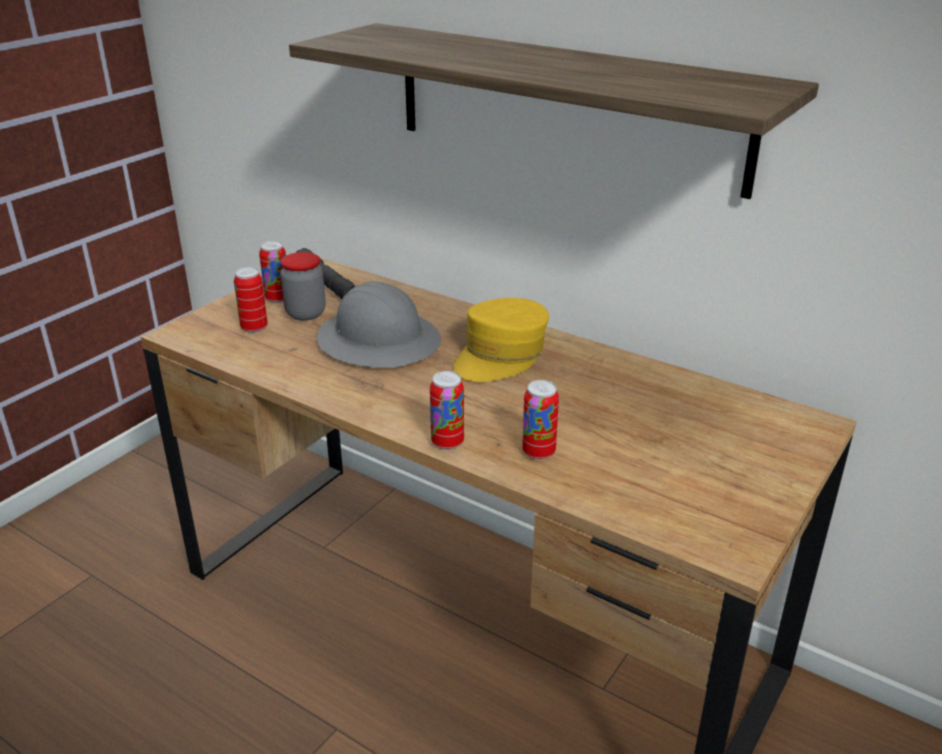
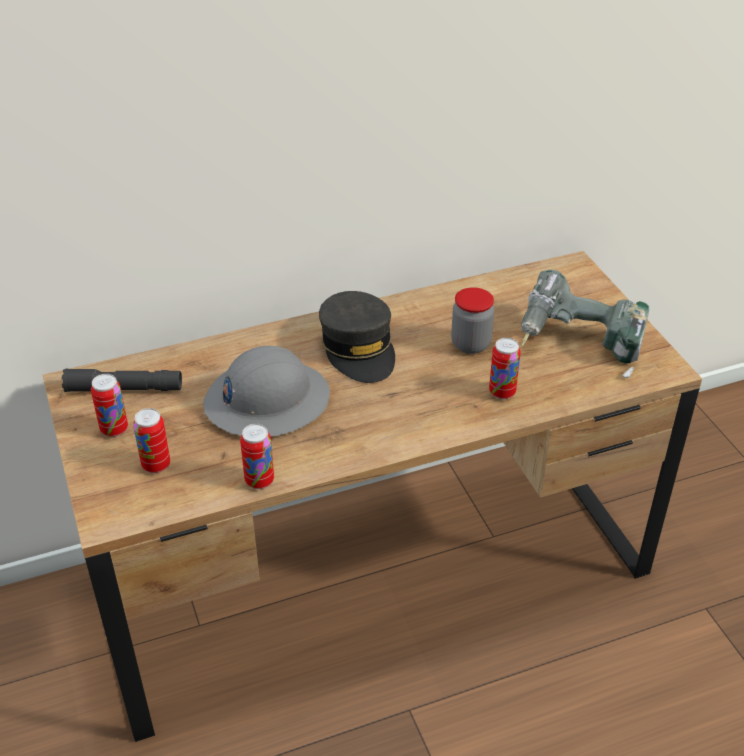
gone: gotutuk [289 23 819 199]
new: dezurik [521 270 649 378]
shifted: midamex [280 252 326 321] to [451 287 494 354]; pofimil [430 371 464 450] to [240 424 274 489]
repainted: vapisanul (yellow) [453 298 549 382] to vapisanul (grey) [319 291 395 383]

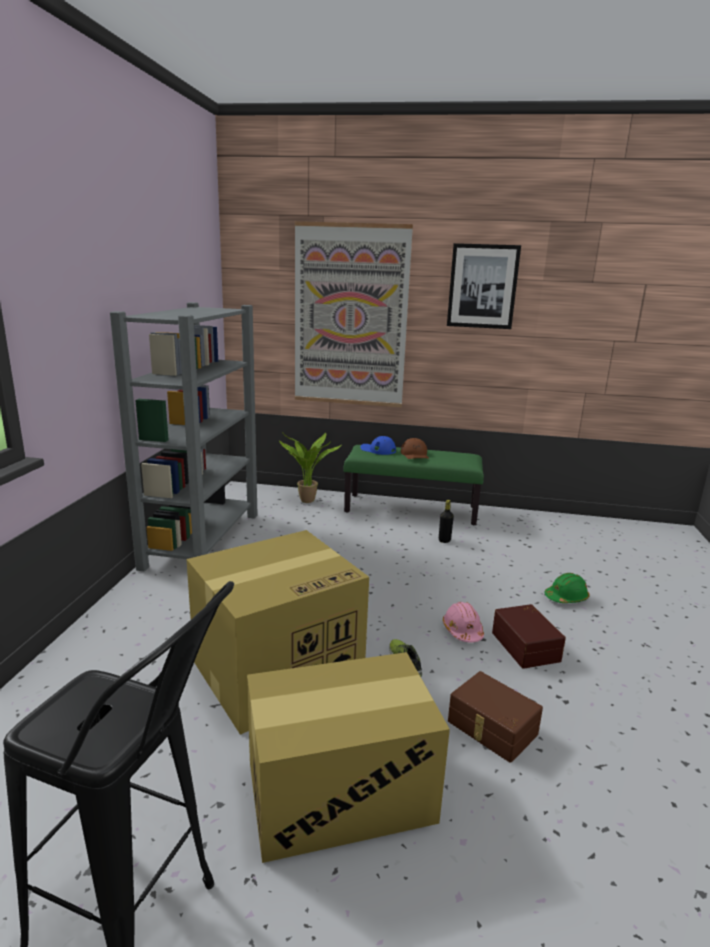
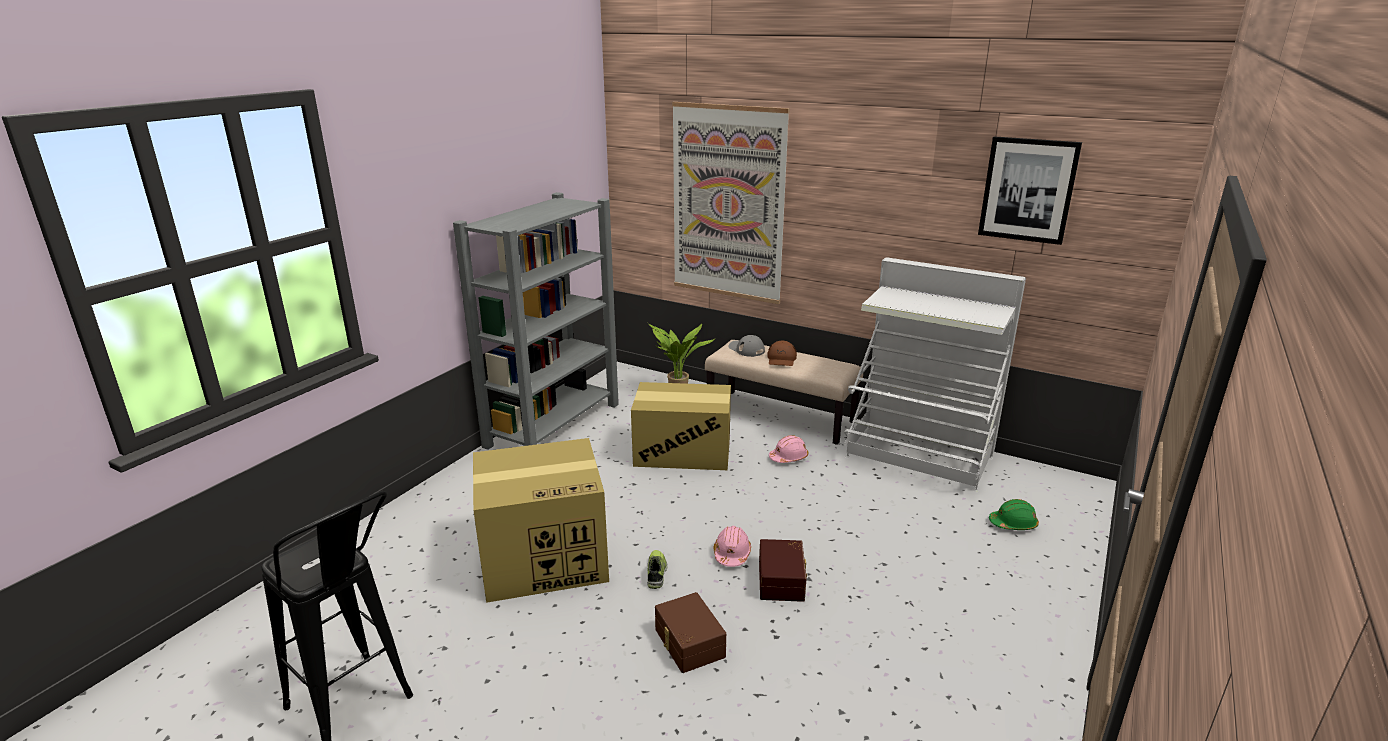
new: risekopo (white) [844 257 1026 492]
shifted: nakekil [247 652 450 863] to [631 382 731 470]; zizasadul [447 243 521 329] to [978 136 1082 245]; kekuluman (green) [544 573 590 603] to [989 499 1039 530]
swapped: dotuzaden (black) [439 500 454 543] to kekuluman (pink) [769 435 809 463]
repainted: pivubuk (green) [344 445 484 525] to pivubuk (beige) [705 340 863 445]; vapisanul (blue) [360 436 396 455] to vapisanul (grey) [728 335 765 357]

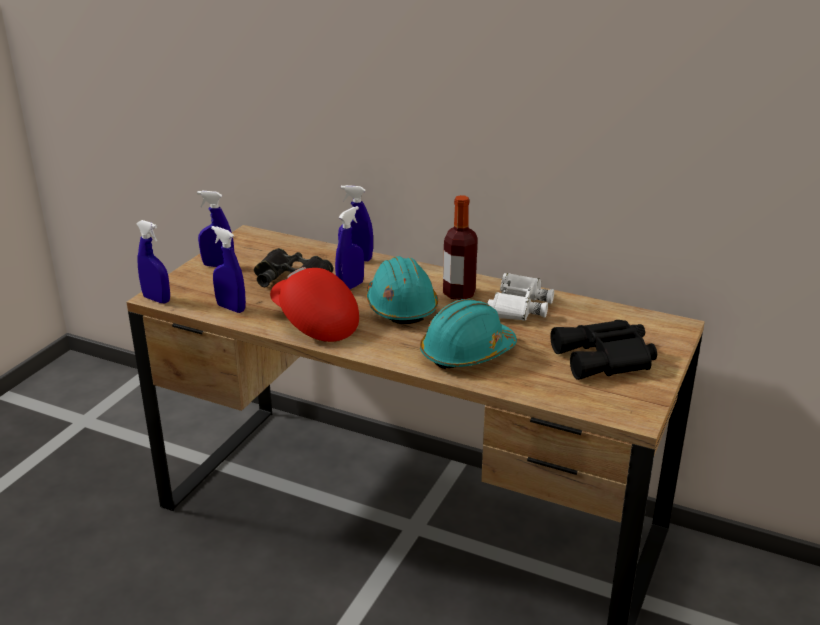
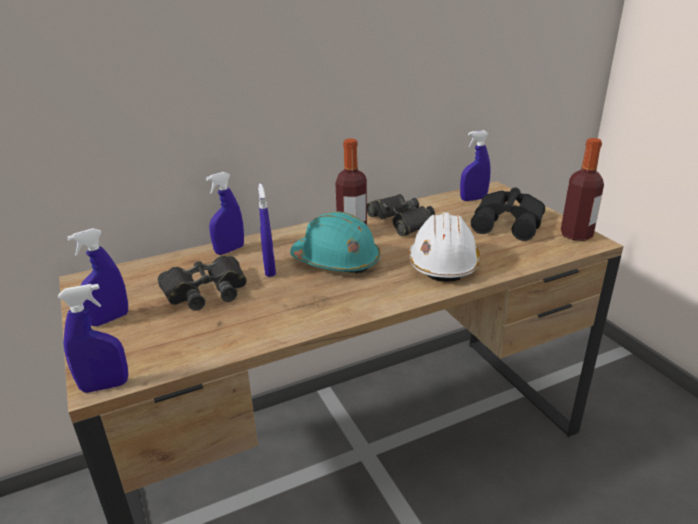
gone: vapisanul (red) [270 267 359 342]
new: dotuzaden [561 138 604 241]
shifted: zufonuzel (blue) [211 226 246 313] to [460 130 491 201]
repainted: kekuluman (turquoise) [420 299 517 369] to kekuluman (white) [409 212 480 282]; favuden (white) [487 273 554 321] to favuden (black) [367 194 435 236]

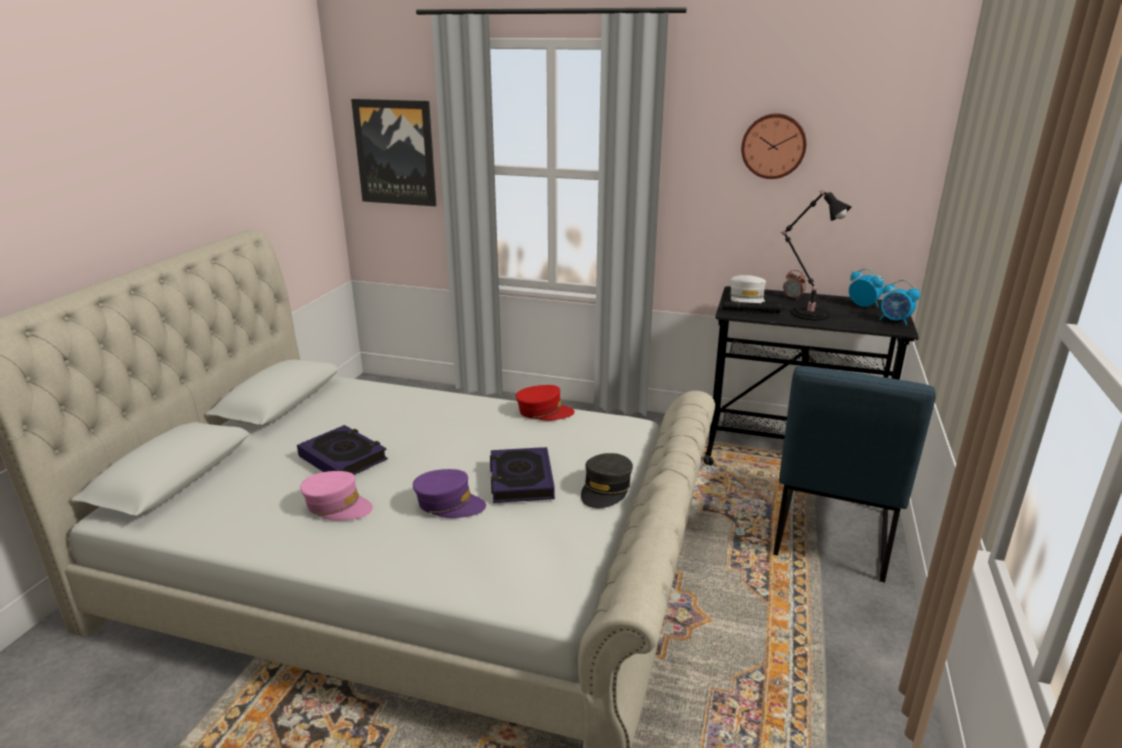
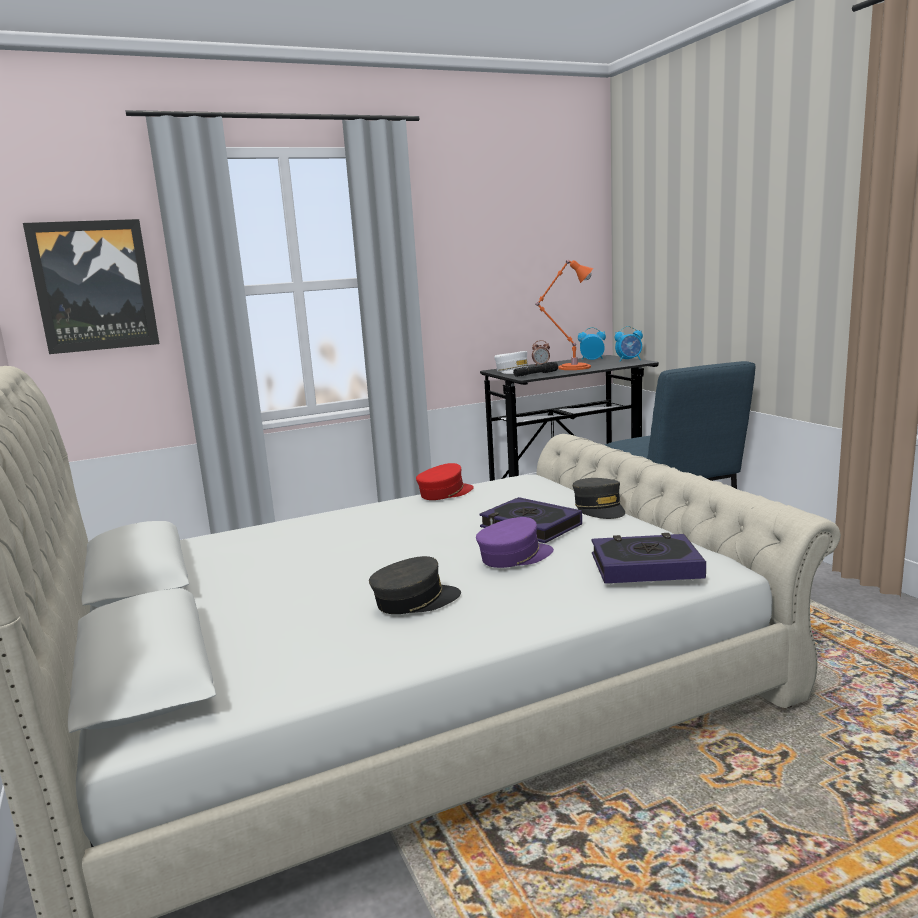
gone: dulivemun [741 113 806 179]
shifted: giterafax [297 425 388 475] to [592 533 706 583]
repainted: vapisanul (pink) [300 471 373 521] to vapisanul (grey) [369 556 461 614]; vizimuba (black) [782 190 851 321] to vizimuba (orange) [536 260 593 370]

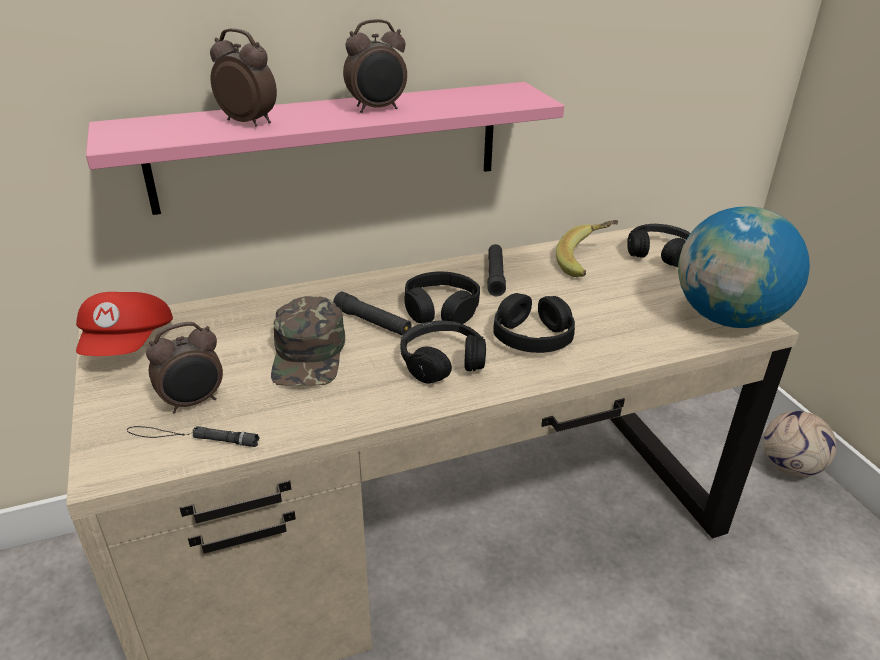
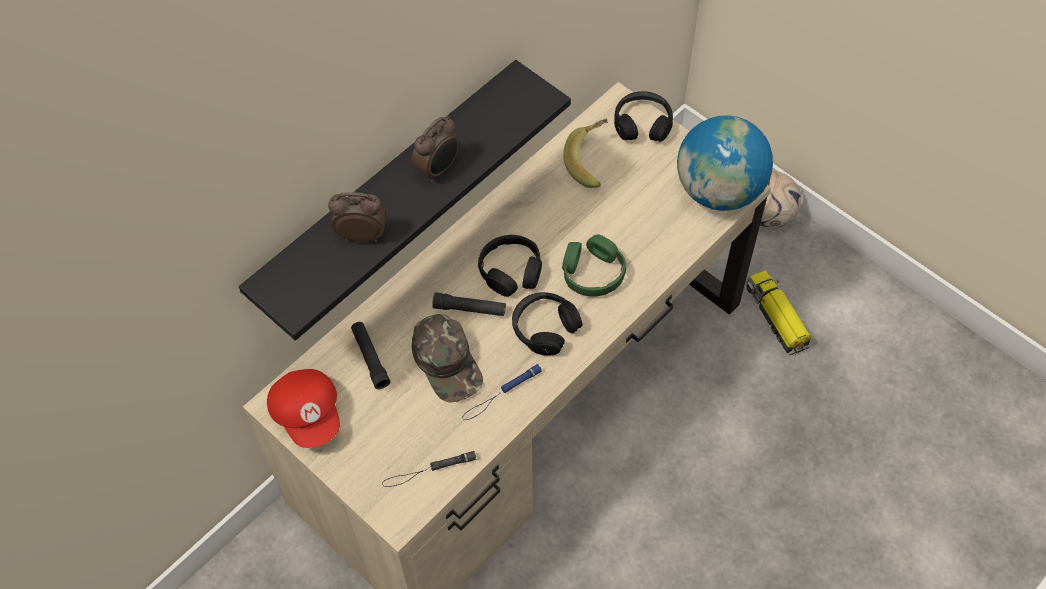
gone: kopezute [146 322 223 413]
new: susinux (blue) [462 364 542 420]; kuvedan [746 270 811 356]
shifted: susinux (black) [487 244 506 296] to [351 322 390 389]
repainted: gotutuk (pink) [86 82 564 215] to gotutuk (black) [239 60 571 341]; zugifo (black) [493 293 575 353] to zugifo (green) [562 234 626 297]

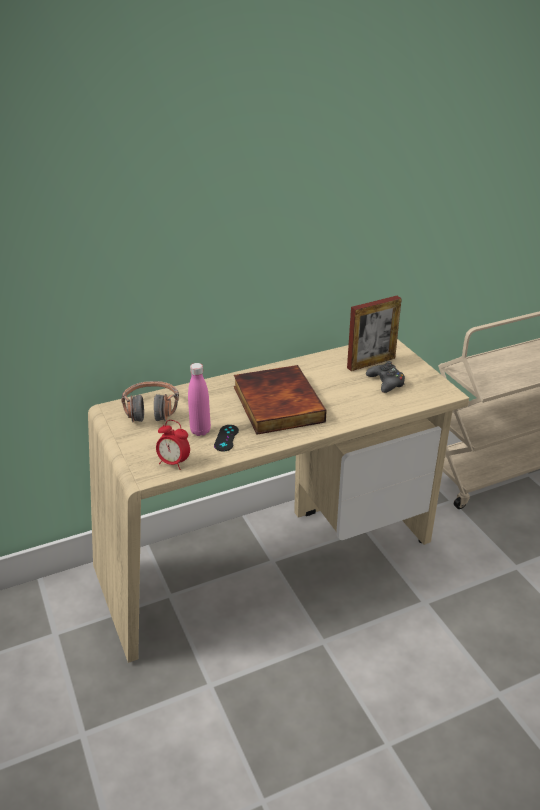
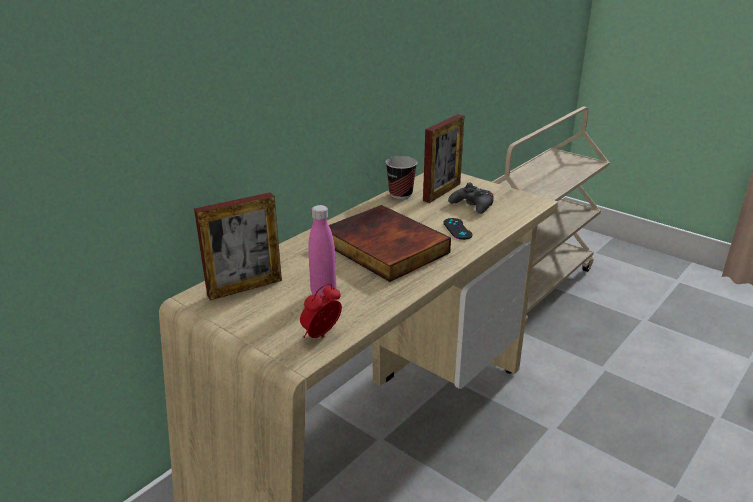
new: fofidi [385 156 417 199]
shifted: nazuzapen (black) [214 425 239 452] to [443 218 473 240]
swapped: zugifo [121 381 179 423] to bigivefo [194 192 282 300]
rotated: kopezute [156 420 190 470] = [300 283 342 338] 135 degrees clockwise

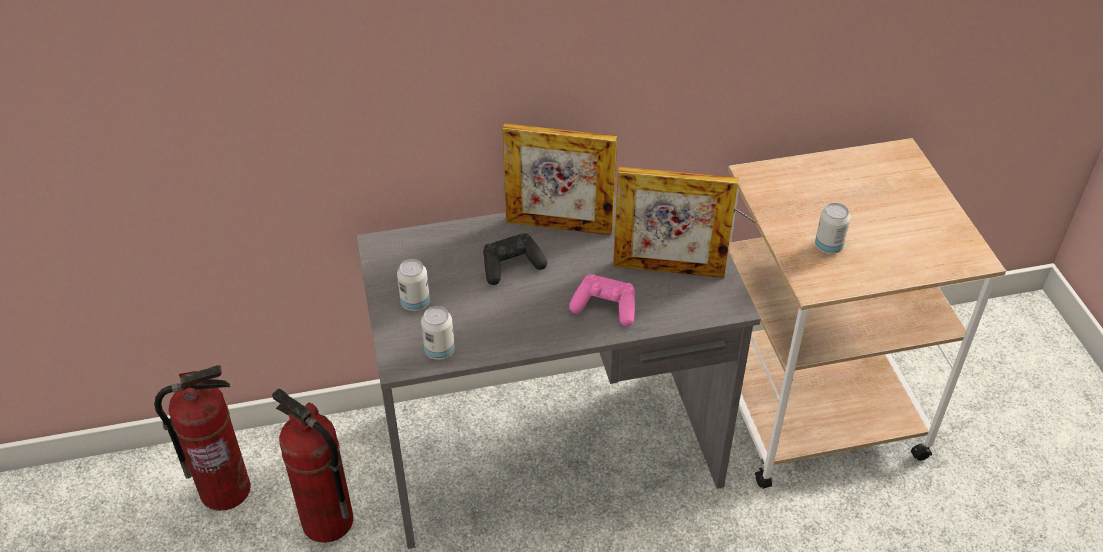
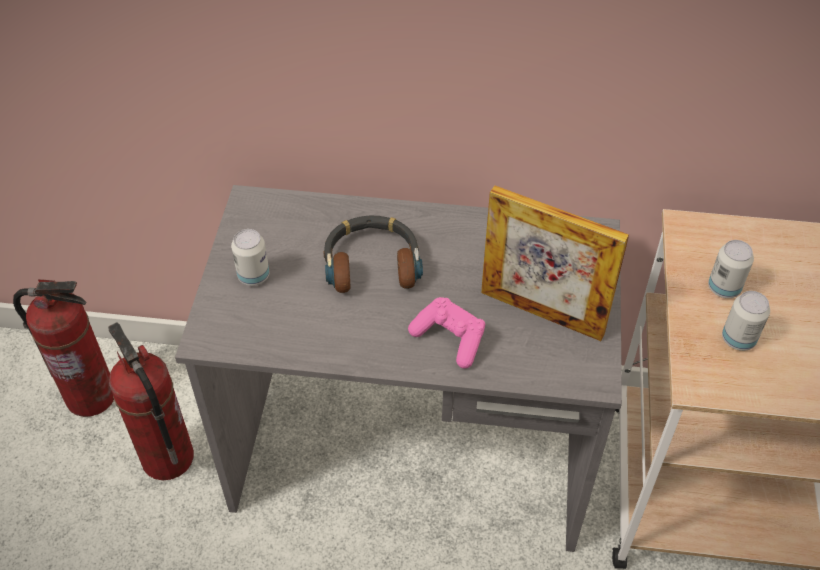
gone: bigivefo [503 123 617 235]
shifted: pofimil [421 306 455 360] to [708 240 754 298]
swapped: nazuzapen (black) [483 233 547 285] to zugifo [324 215 423 293]

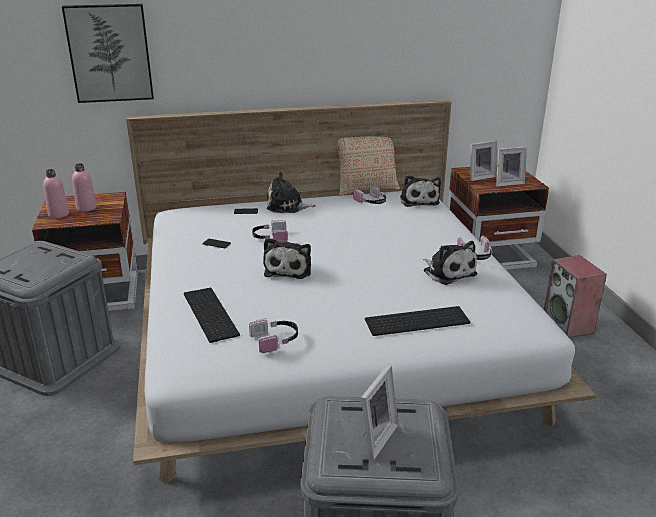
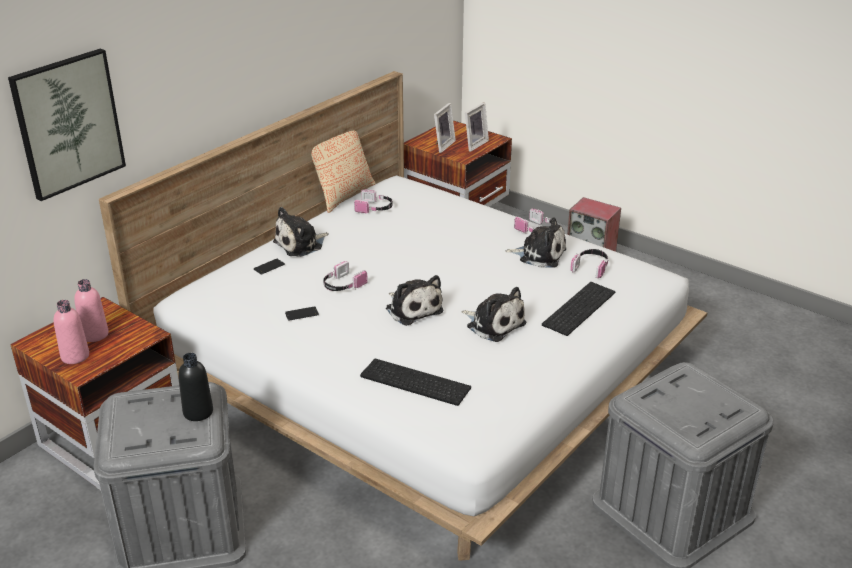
gone: bigivefo [361 364 398 461]
new: dotuzaden (black) [178 353 213 421]
shifted: zugifo [249 318 298 353] to [570 249 609 278]; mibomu [400 175 441 207] to [461 287 526 342]

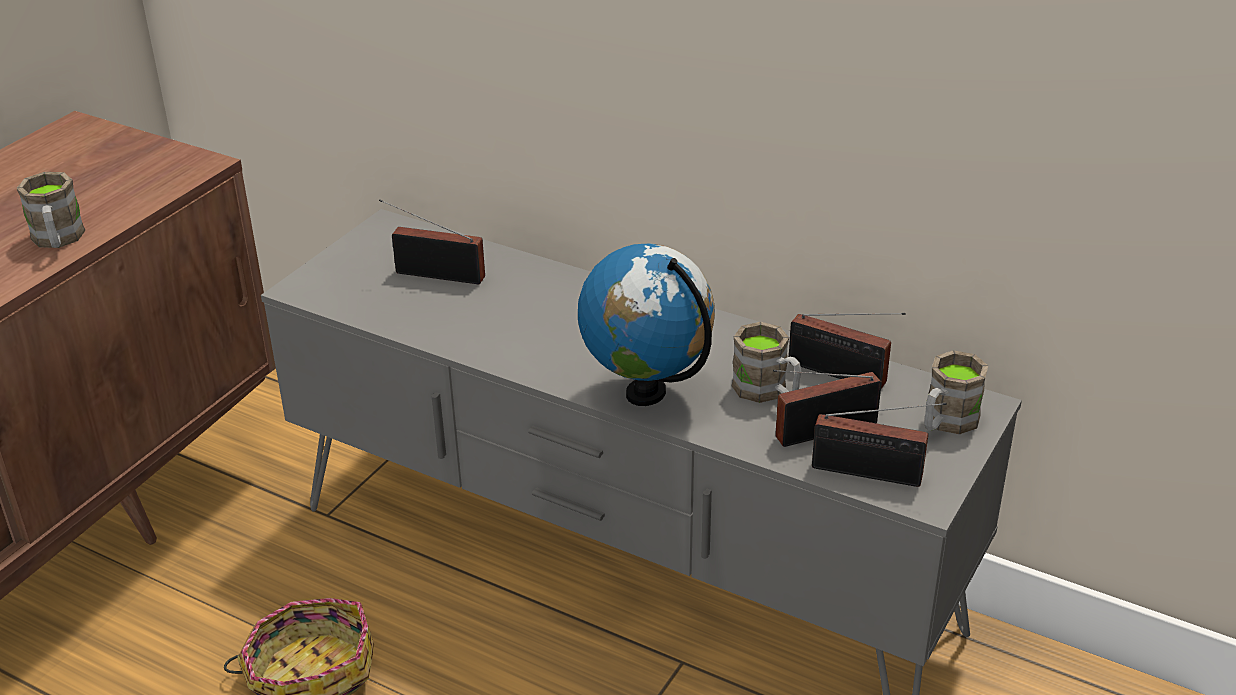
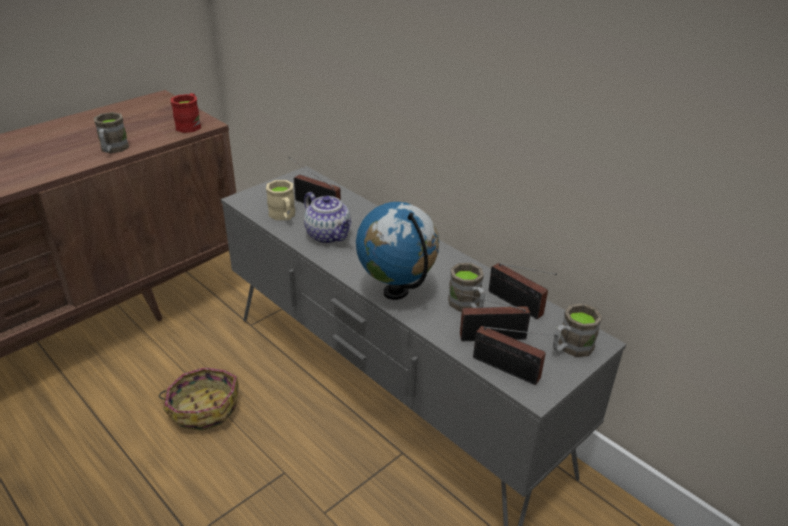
new: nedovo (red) [171 93 201 133]; nedovo (beige) [266 180 295 220]; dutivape [304 192 352 244]

